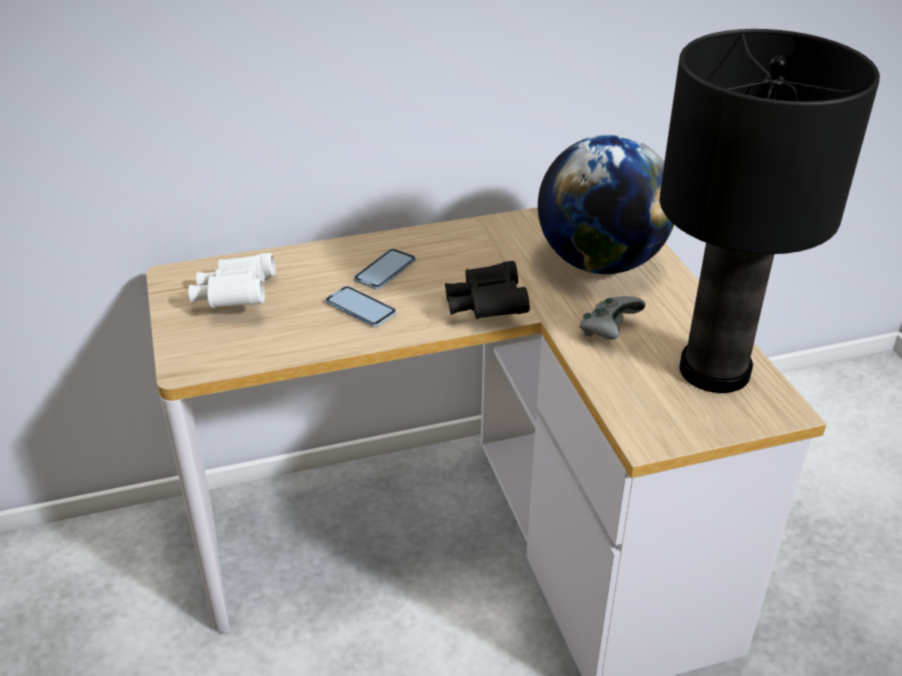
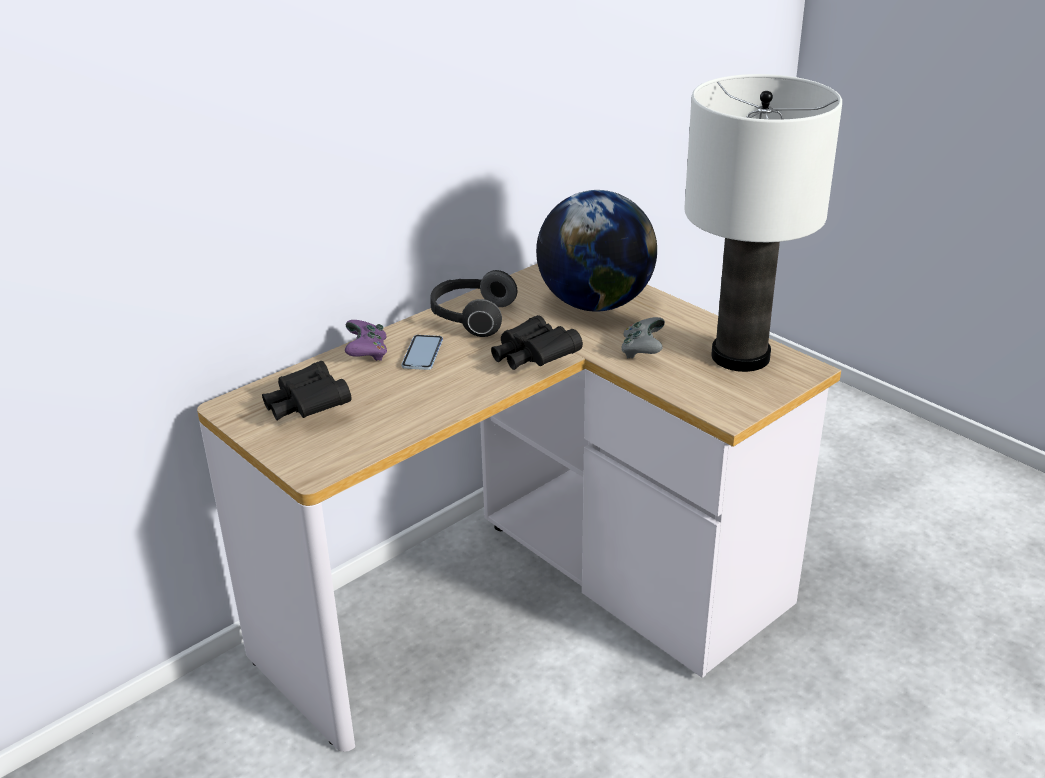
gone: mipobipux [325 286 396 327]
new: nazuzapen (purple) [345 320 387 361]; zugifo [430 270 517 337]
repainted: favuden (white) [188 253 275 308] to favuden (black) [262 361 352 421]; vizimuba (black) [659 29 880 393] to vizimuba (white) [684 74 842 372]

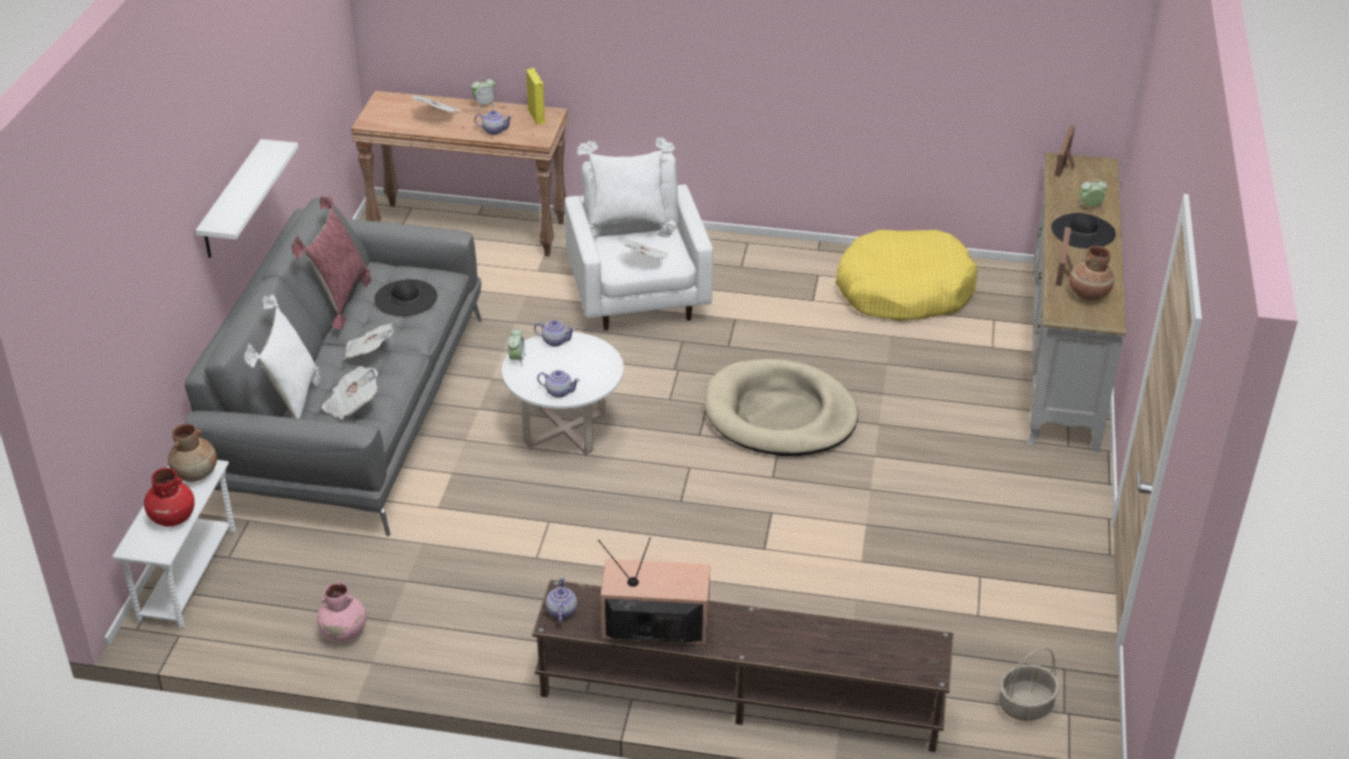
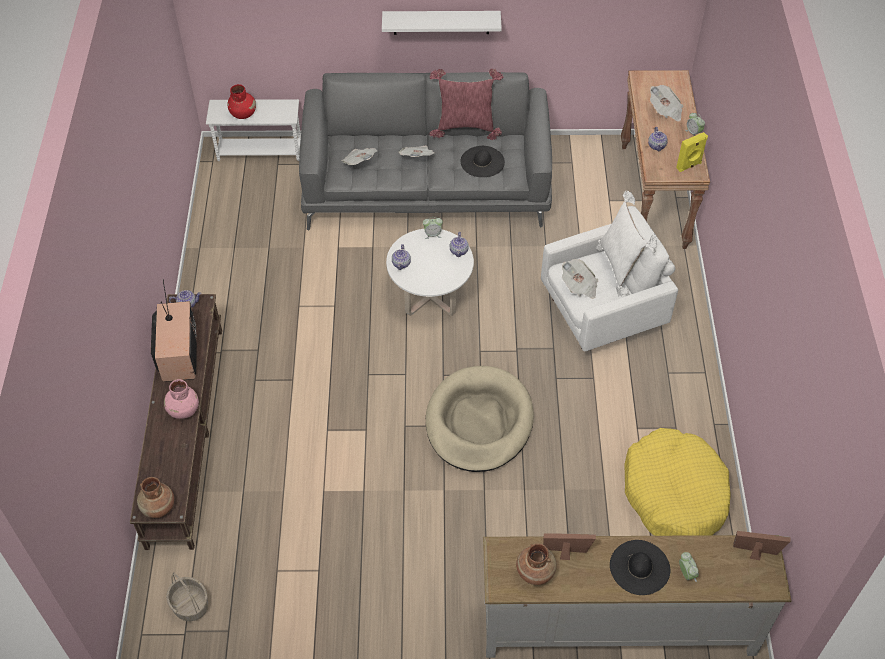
gone: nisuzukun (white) [244 294 322 419]
shifted: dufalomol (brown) [168 424 217 482] to [137 477 174 518]; dufalomol (pink) [317 582 367 642] to [164 379 199 419]

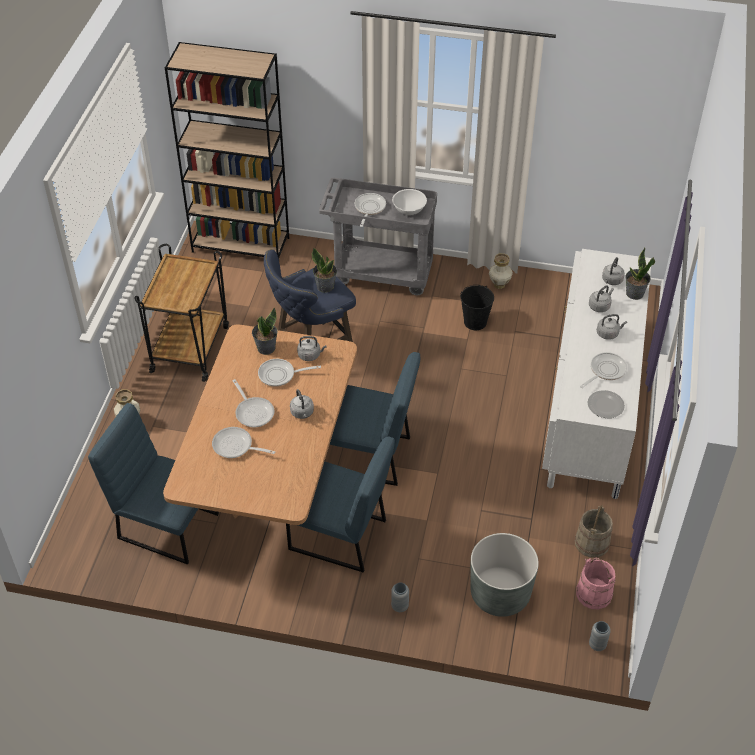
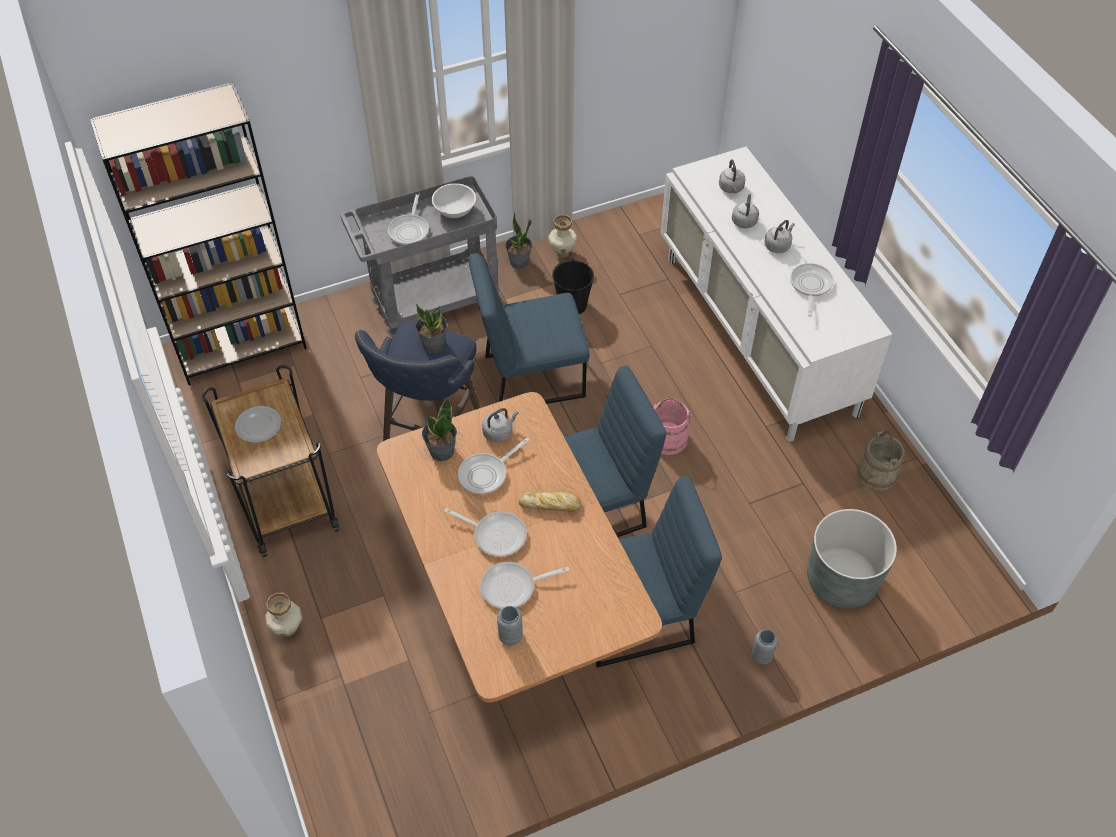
shifted: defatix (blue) [88 403 219 565] to [469 253 589 404]; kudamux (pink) [576 558 615 609] to [653 398 693 455]; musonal [587 390 625 418] to [235 406 281 443]; dufalomol (grey) [589 621 611 651] to [497 606 523 646]; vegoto [625 247 655 300] to [506 212 532 268]
swapped: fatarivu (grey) [290 389 314 419] to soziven [519 492 581 511]
rotated: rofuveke [355 193 386 227] = [388 193 429 245] 150 degrees counterclockwise

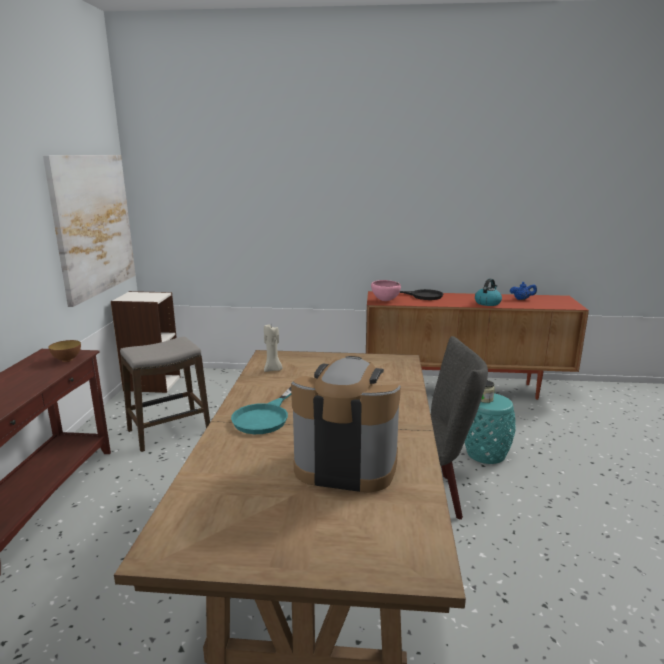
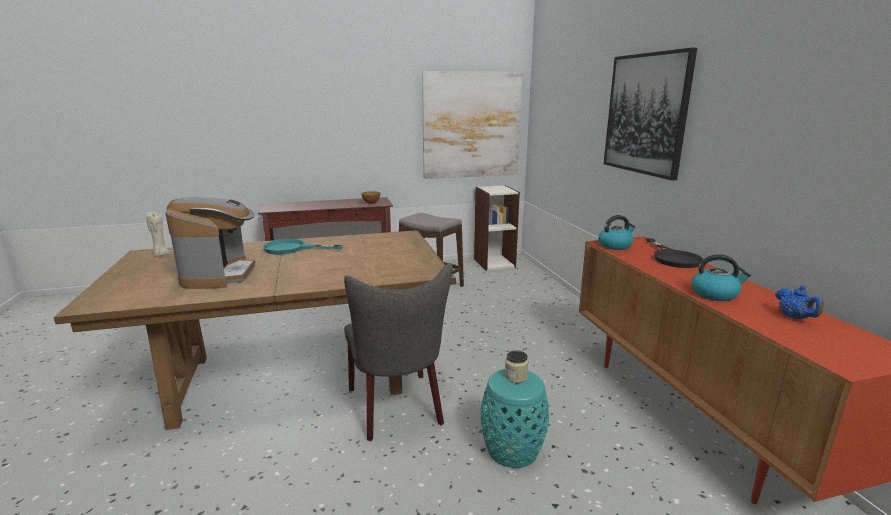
new: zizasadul [604 48 697 181]
shifted: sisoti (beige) [264 324 282 372] to [146 212 171 257]
swapped: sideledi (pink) [371 280 401 301] to fatarivu [598 215 635 250]

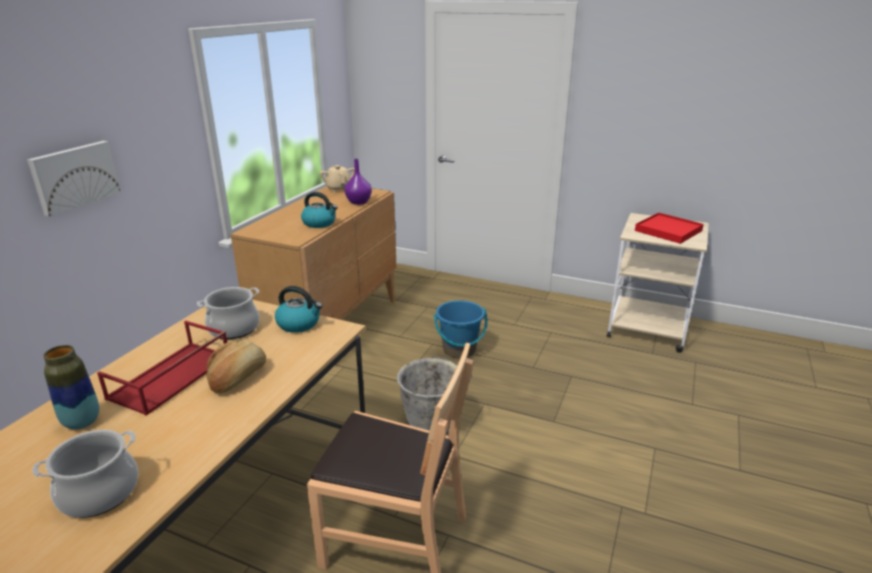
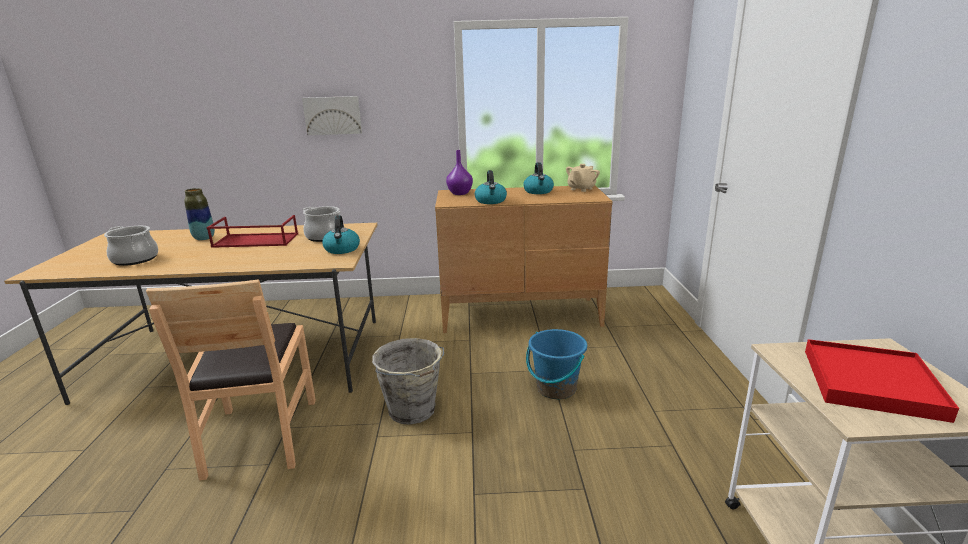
gone: soziven [207 340 266 393]
new: fatarivu [523 162 554 194]
shifted: dufalomol (purple) [344 159 372 205] to [446 150 473 195]

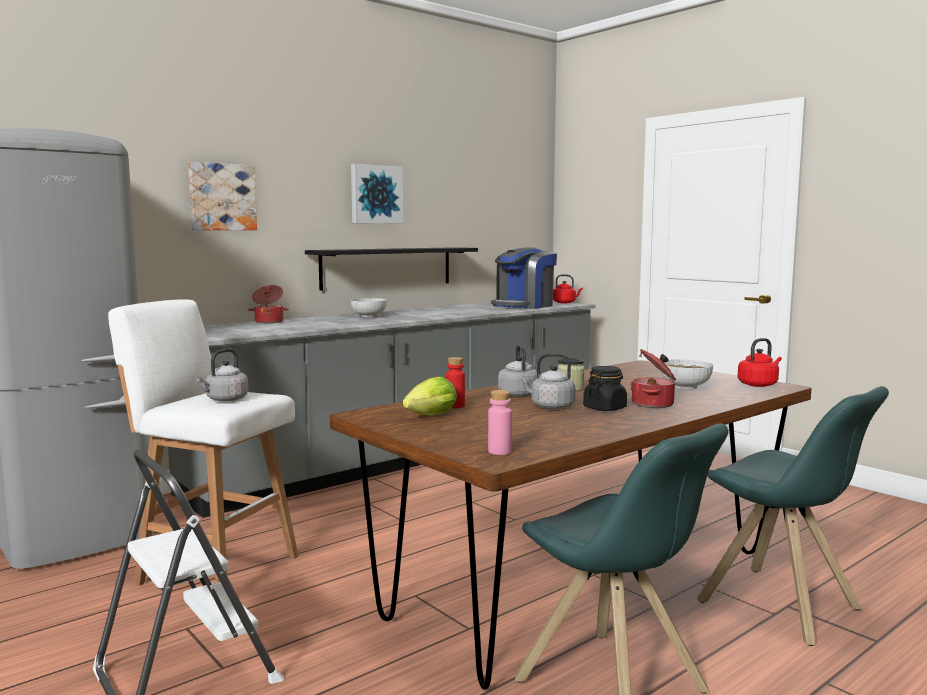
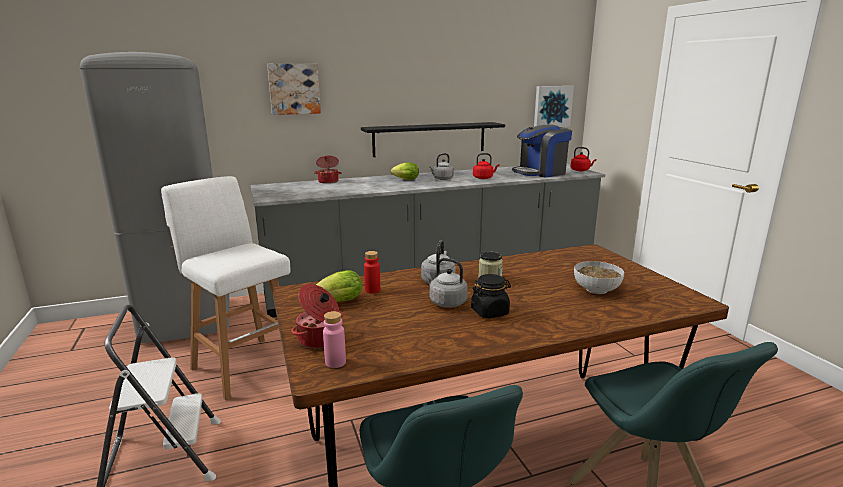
shifted: fatarivu (grey) [196 349 248 402] to [429 153 454 180]; zizasadul [351 164 403 223] to [534 86 574 127]; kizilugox [630 349 676 408] to [291 284 343 349]; fatarivu (red) [738 338 782 387] to [473 153 499 179]
swapped: sideledi [351 298 387 318] to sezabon [391 162 419 180]

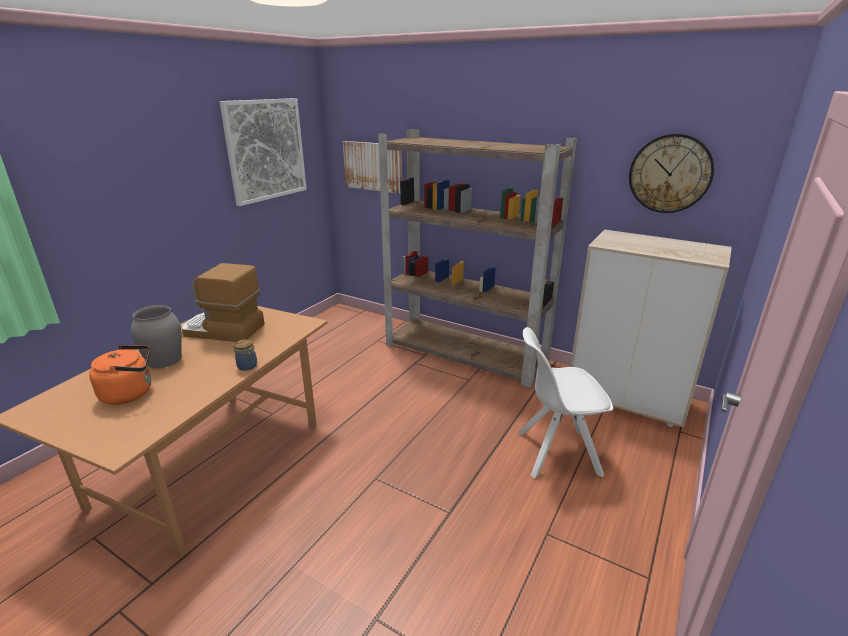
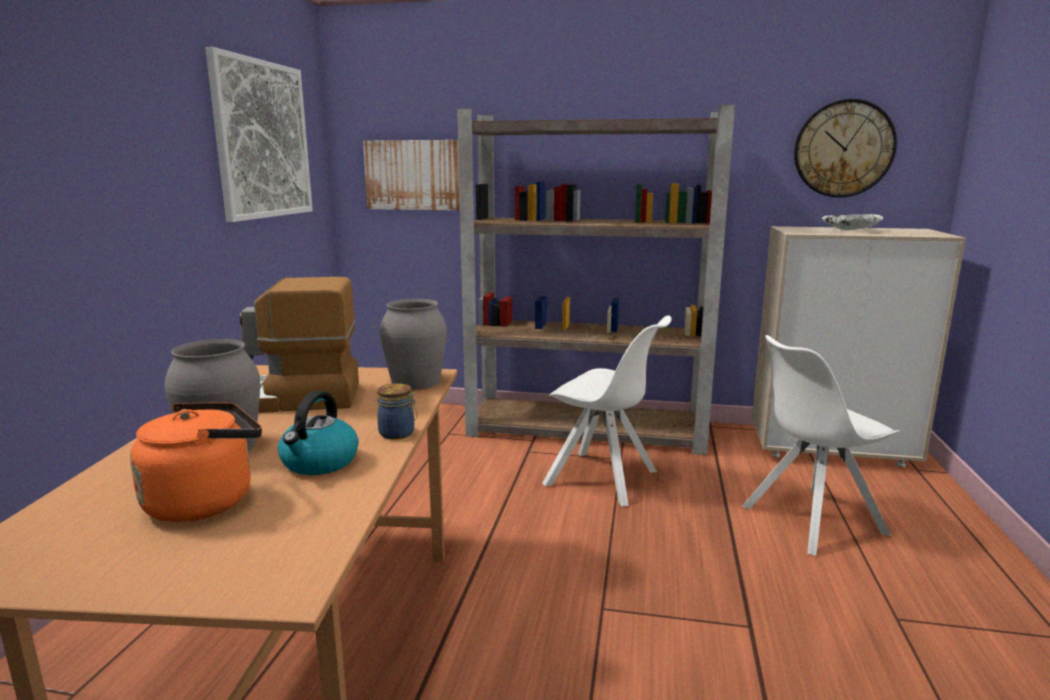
new: fatarivu [278 391 359 475]; dufalomol (grey) [380 299 447 390]; defatix (white) [543 315 672 506]; sideledi (white) [822 214 883 231]

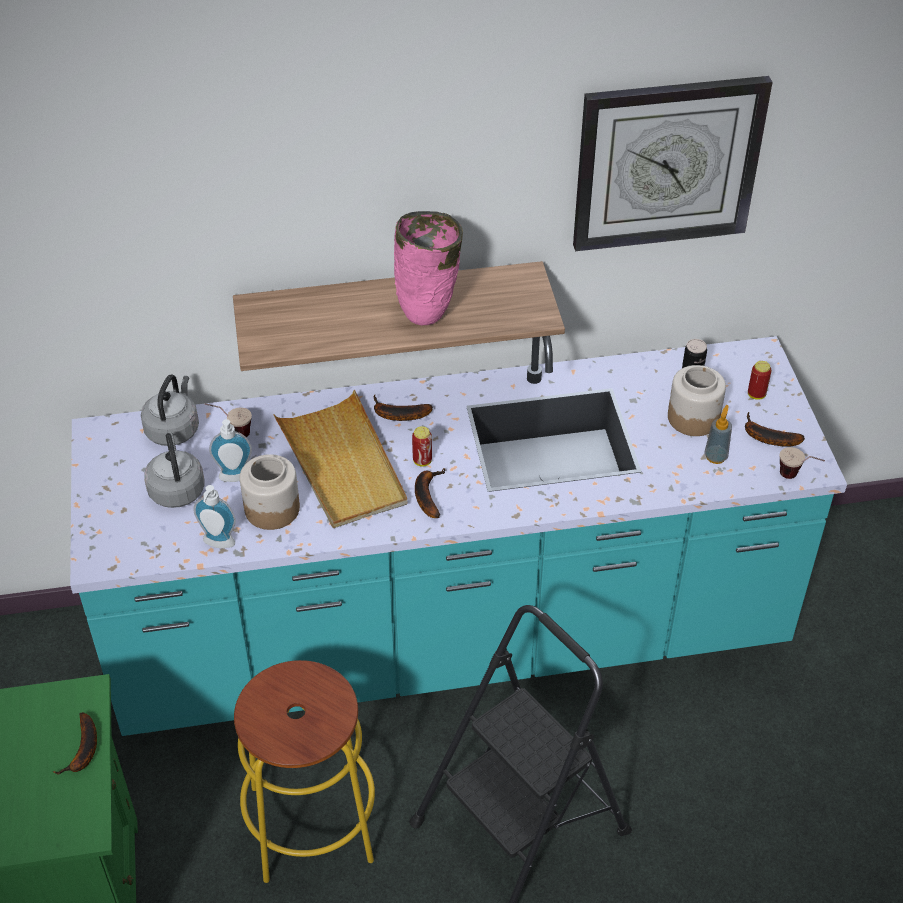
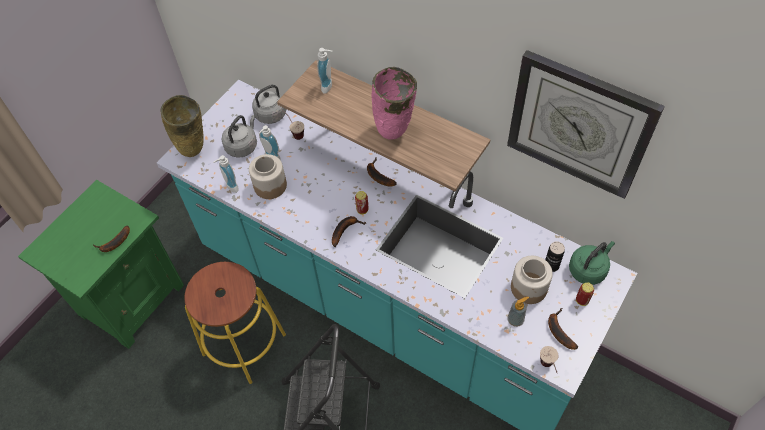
gone: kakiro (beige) [273 390 408 528]
new: dufalomol (beige) [160 95 204 157]; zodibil [317 48 333 94]; fatarivu (green) [569 241 615 285]

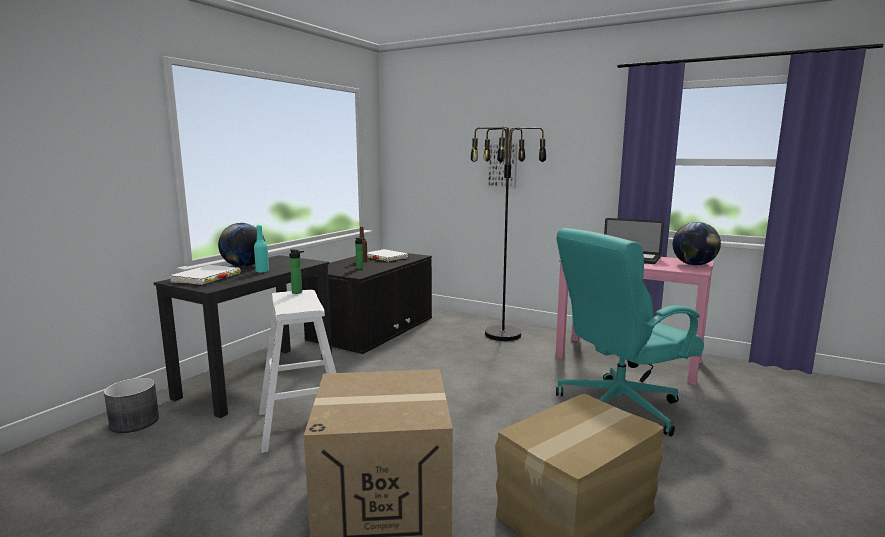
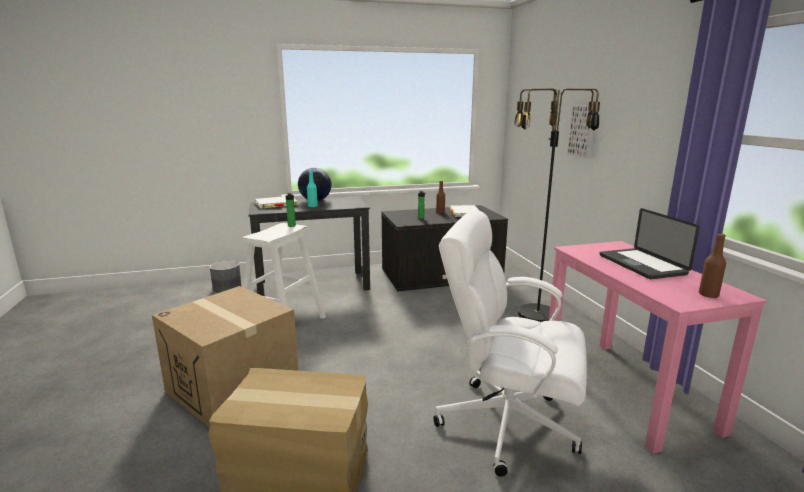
swapped: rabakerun [673 222 721 265] to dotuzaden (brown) [699 234 726 298]
repainted: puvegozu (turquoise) [556 228 704 437] to puvegozu (white) [434 210 587 477]

